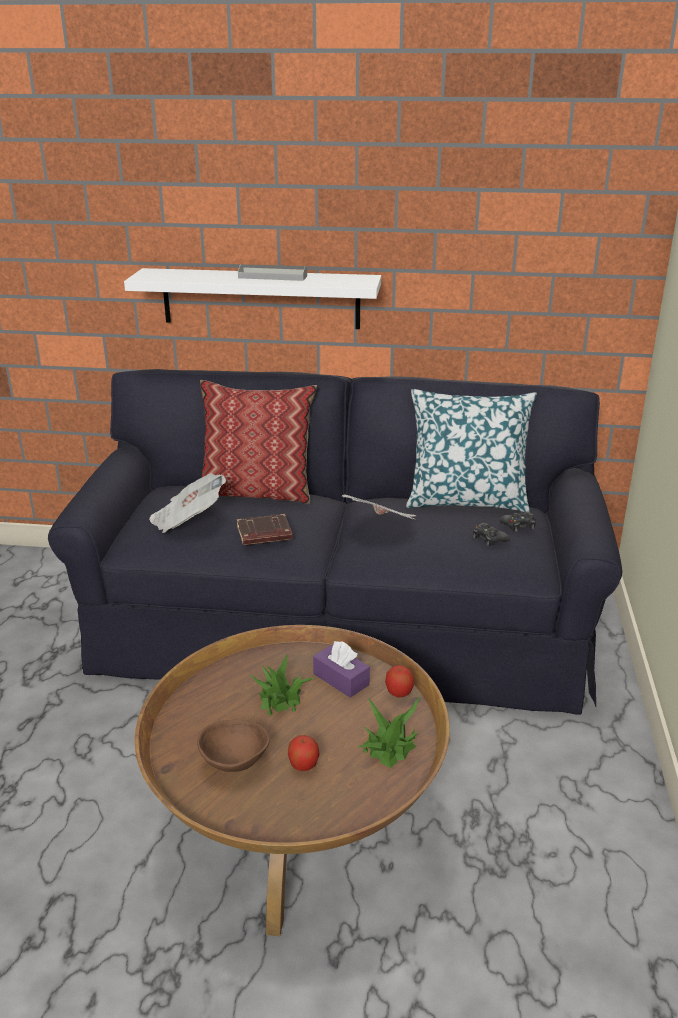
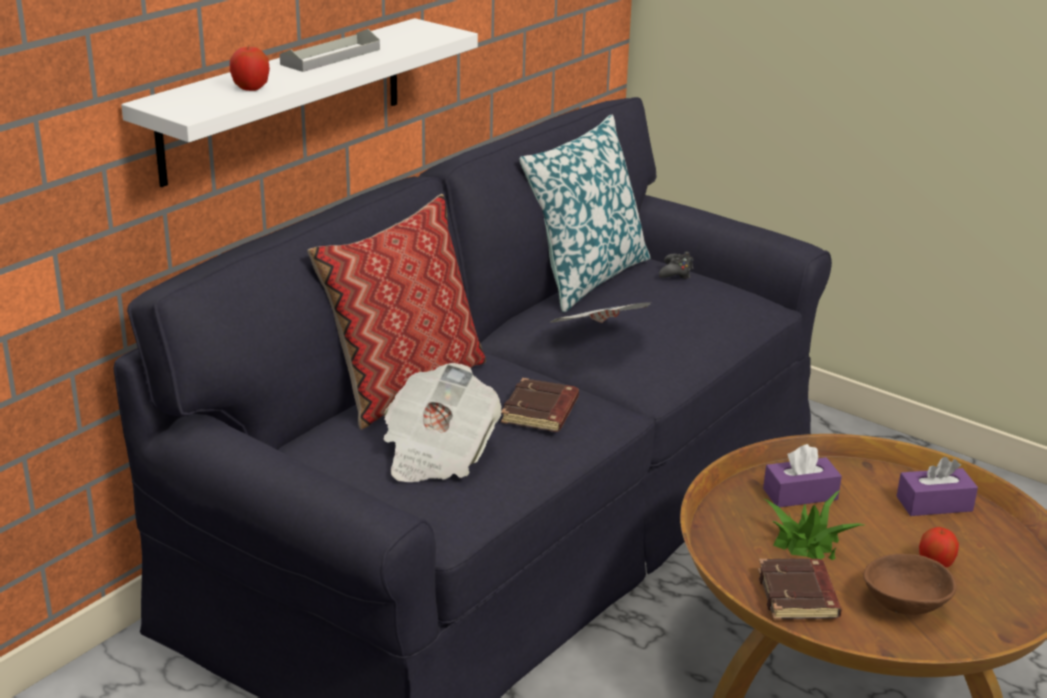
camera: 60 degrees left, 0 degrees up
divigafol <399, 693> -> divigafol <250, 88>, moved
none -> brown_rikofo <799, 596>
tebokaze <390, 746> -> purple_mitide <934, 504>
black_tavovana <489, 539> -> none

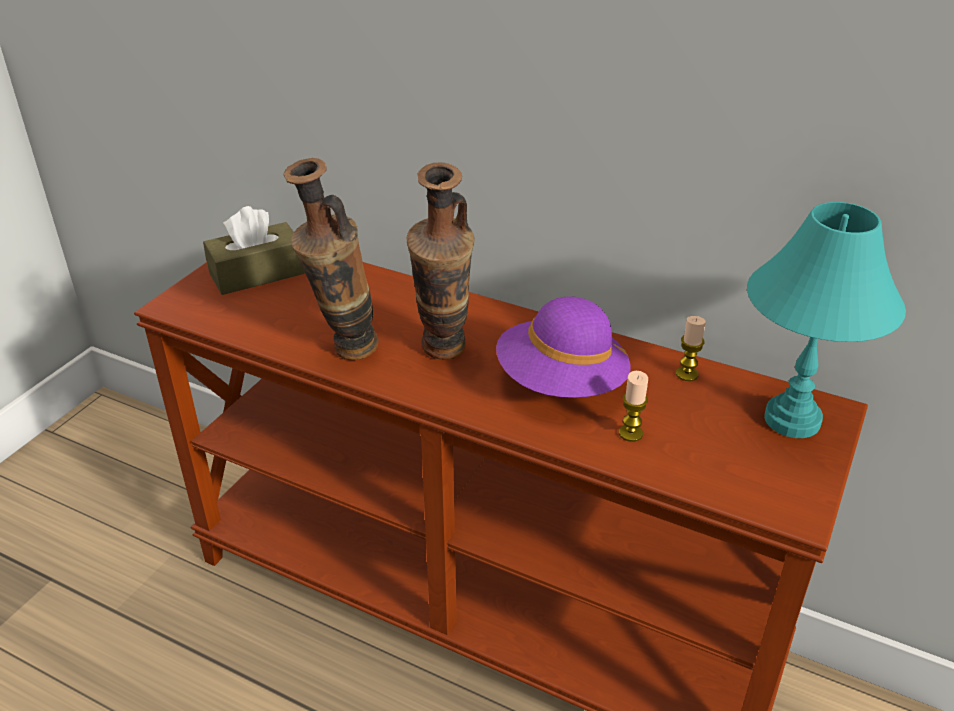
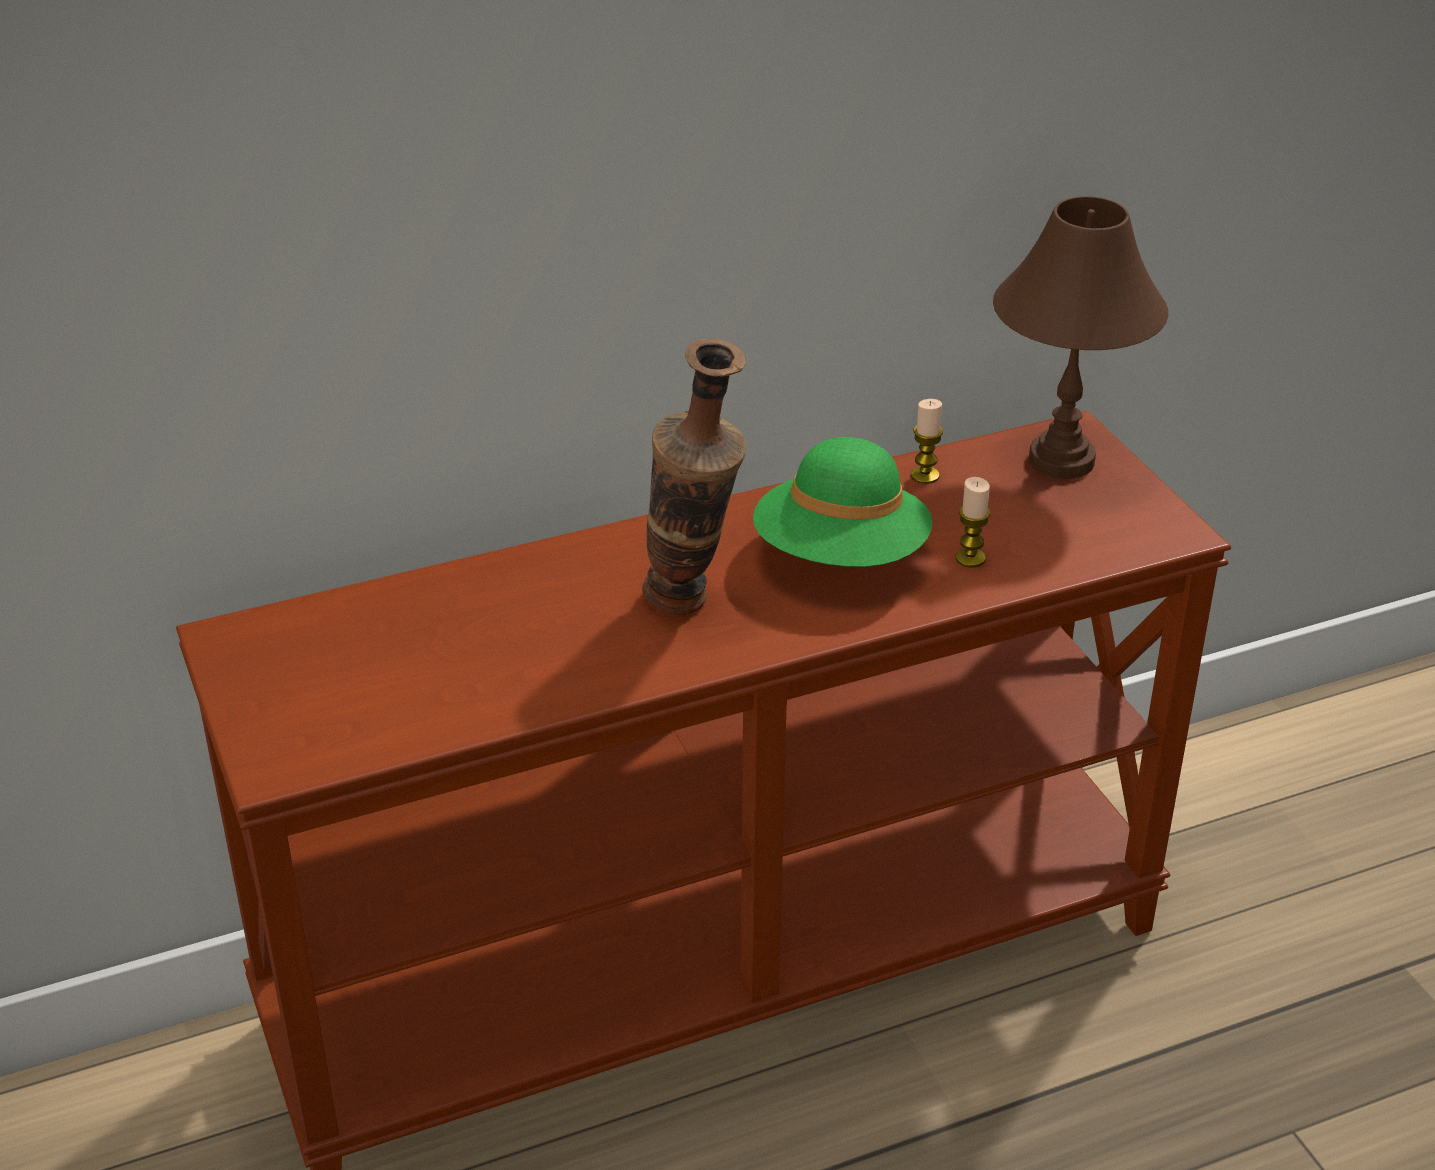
camera: 50 degrees left, 0 degrees up
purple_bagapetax <561, 383> -> green_bagapetax <841, 556>
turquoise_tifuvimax <791, 420> -> brown_tifuvimax <1061, 461>
brown_mitide <257, 273> -> none
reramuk <343, 354> -> none

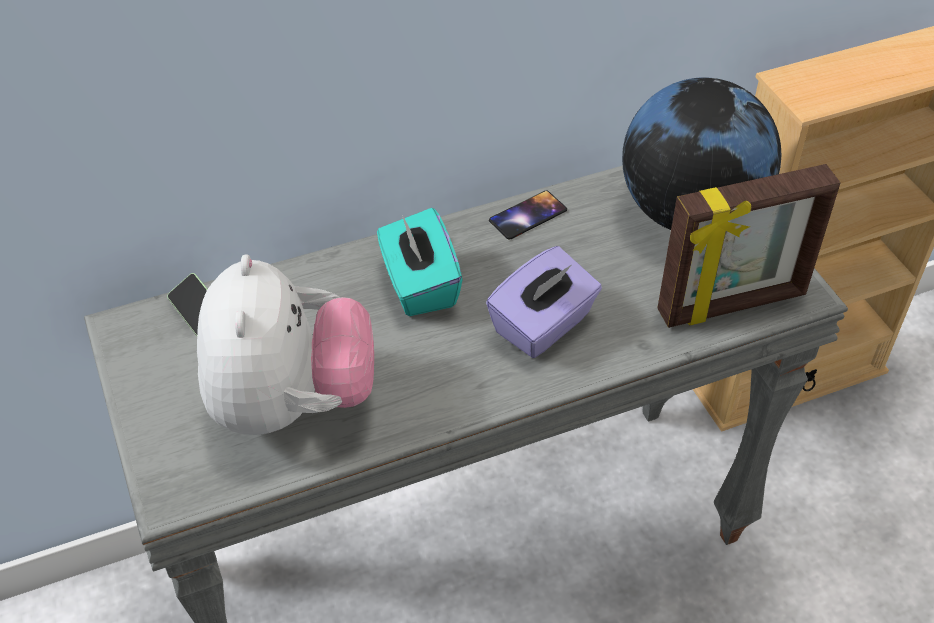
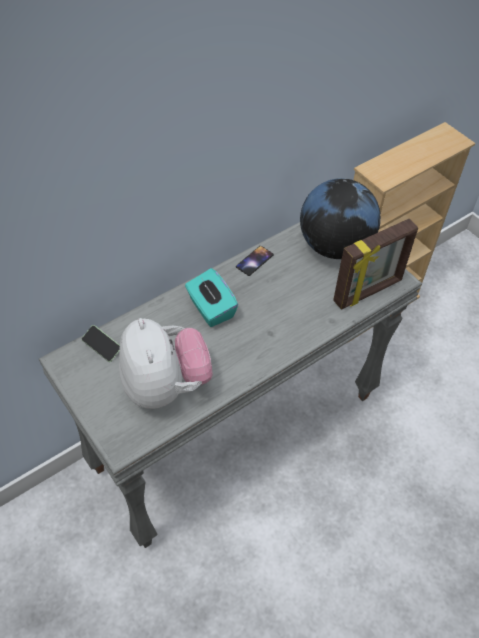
camera: 15 degrees left, 5 degrees up
purple_mitide <543, 325> -> none

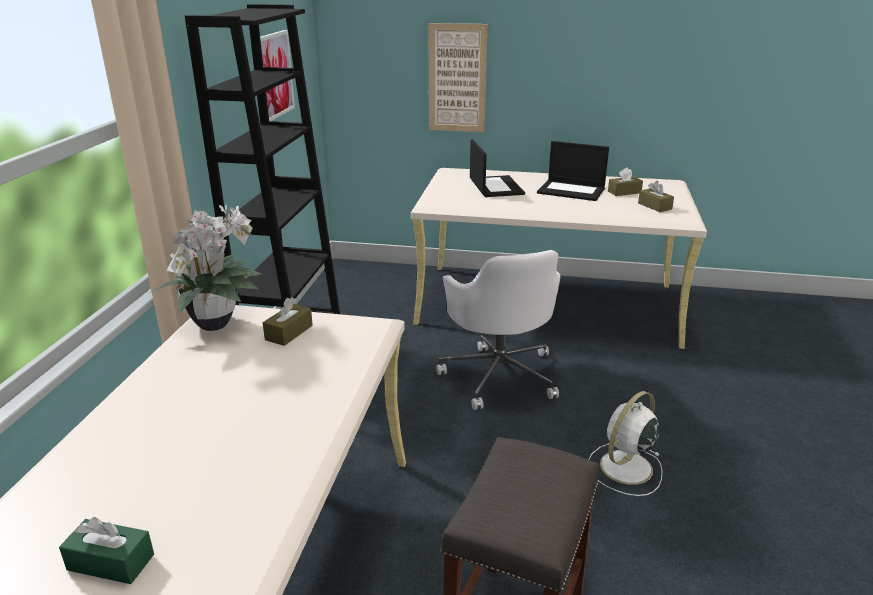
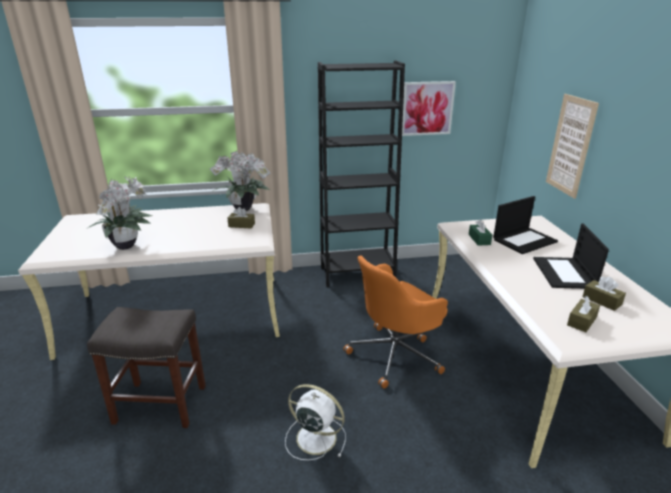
camera: 70 degrees right, 0 degrees up
none -> tebokaze <128, 245>
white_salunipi <499, 374> -> orange_salunipi <395, 354>
green_mitide <111, 562> -> green_mitide <479, 239>, moved

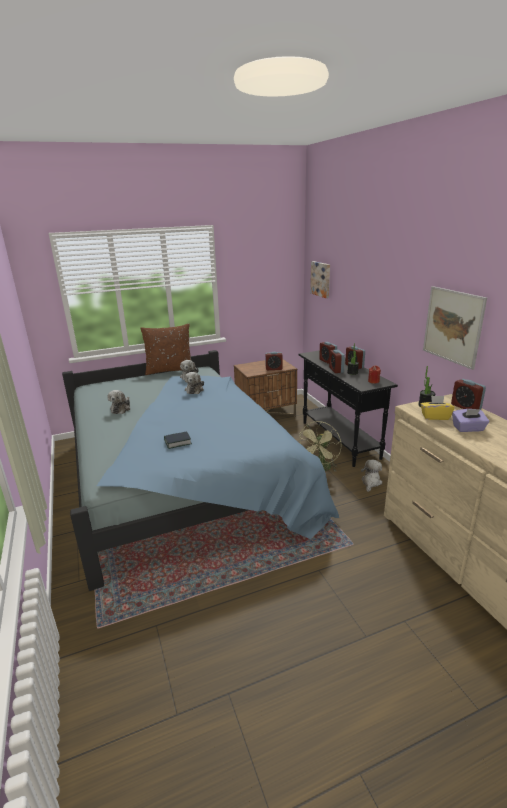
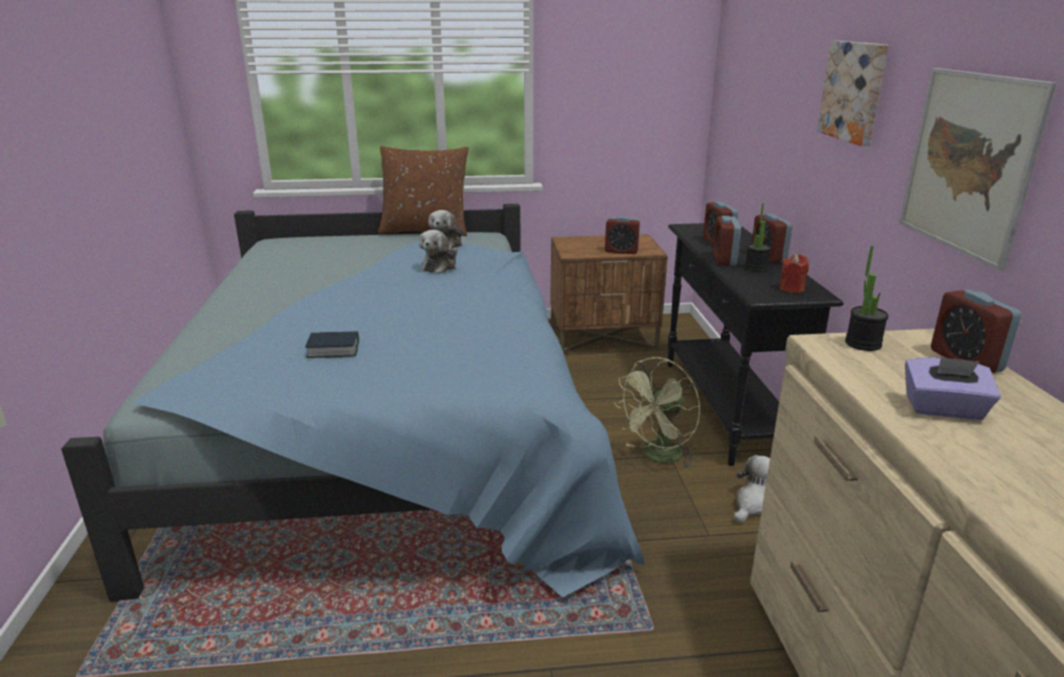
camera: 15 degrees right, 0 degrees up
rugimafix <321, 279> -> rugimafix <855, 91>, moved
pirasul <121, 408> -> none
yellow_mitide <435, 417> -> none

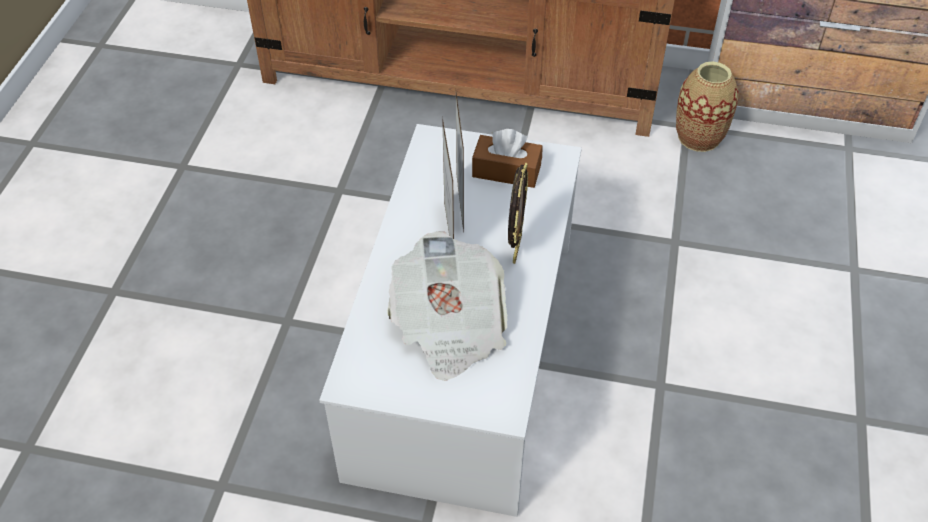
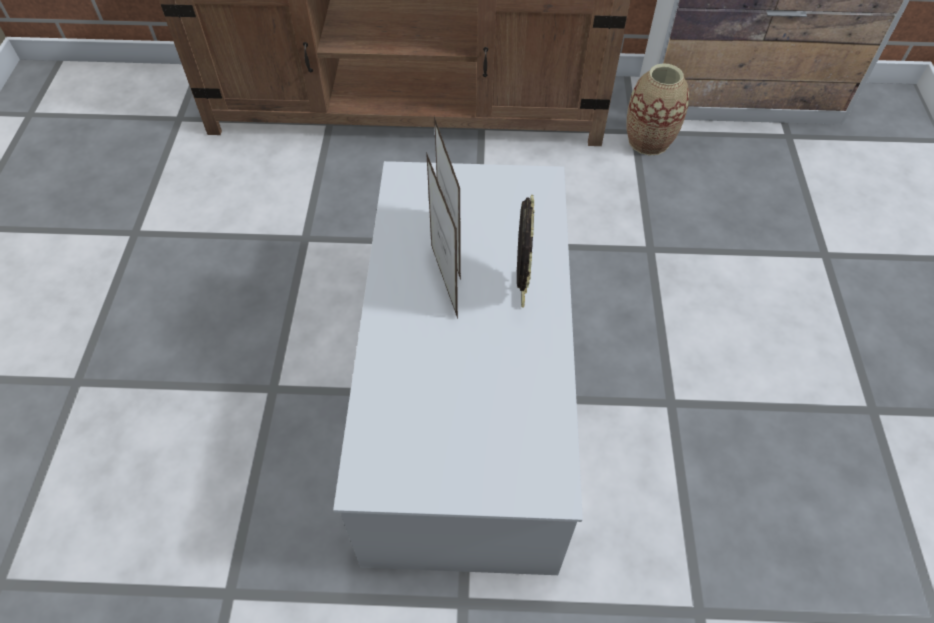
camera: 10 degrees left, 5 degrees up
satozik <449, 327> -> none
brown_mitide <506, 171> -> none

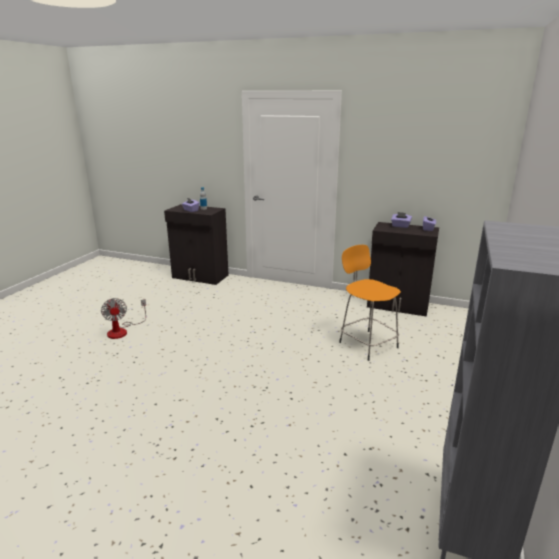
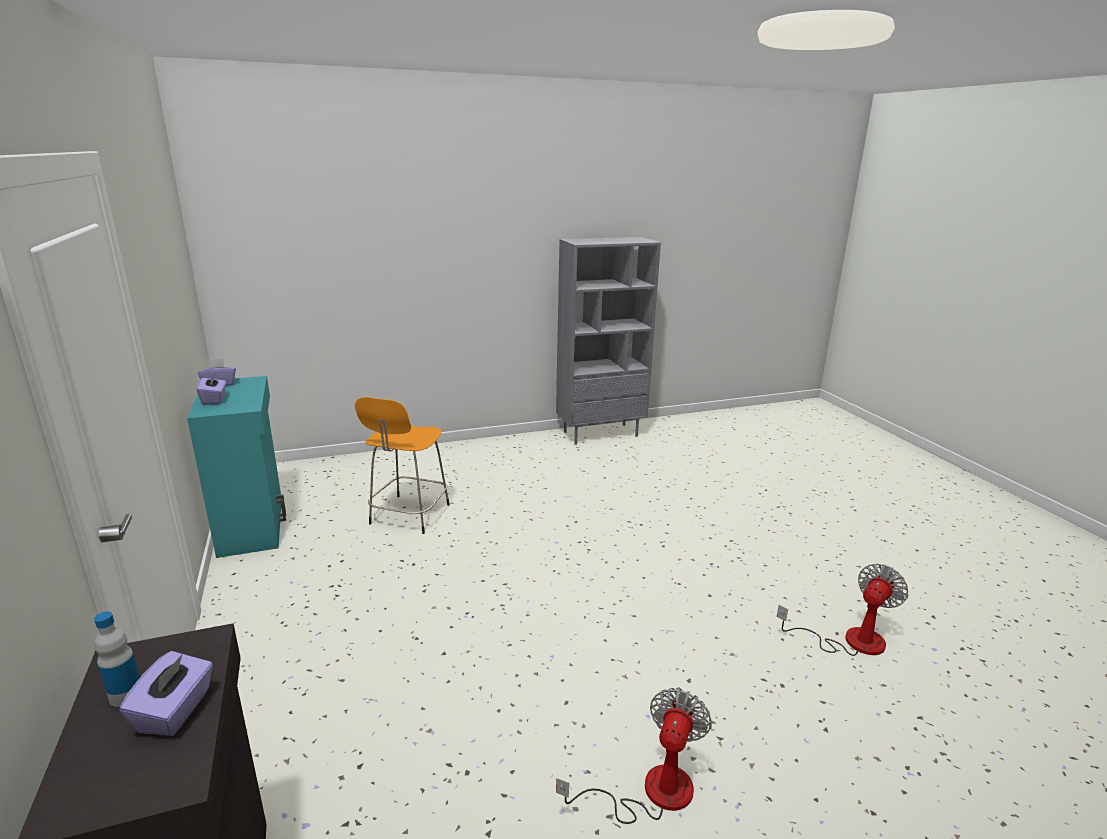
camera: 130 degrees left, 0 degrees up
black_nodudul <398, 306> -> turquoise_nodudul <253, 525>
none -> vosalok <849, 641>

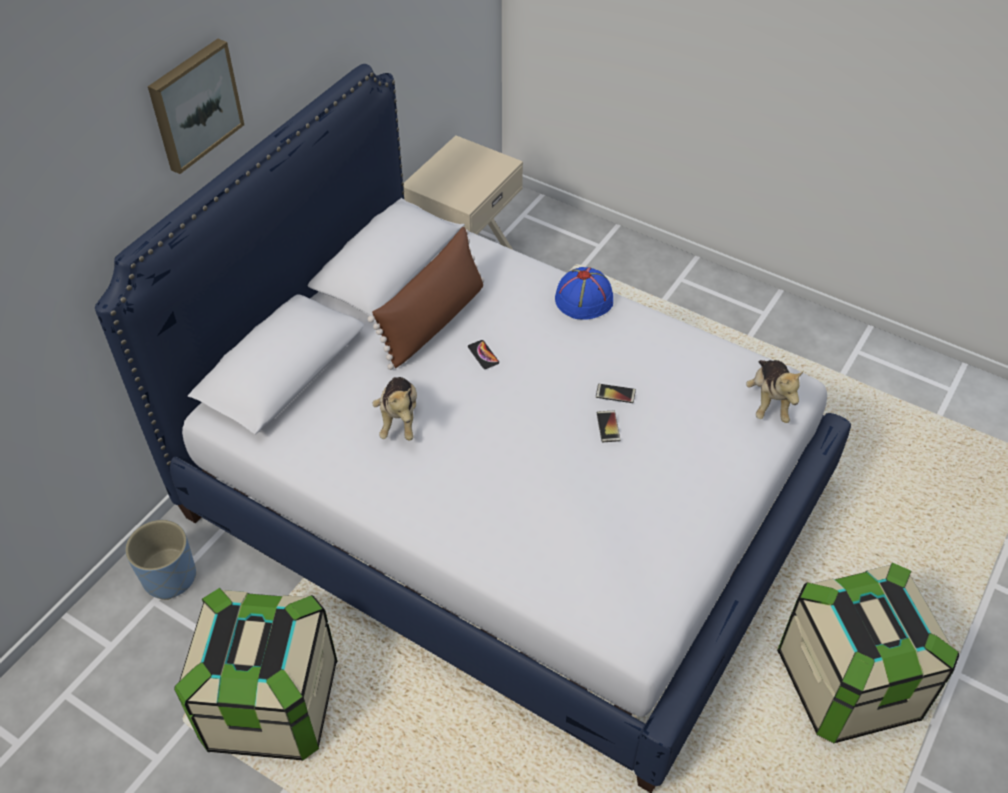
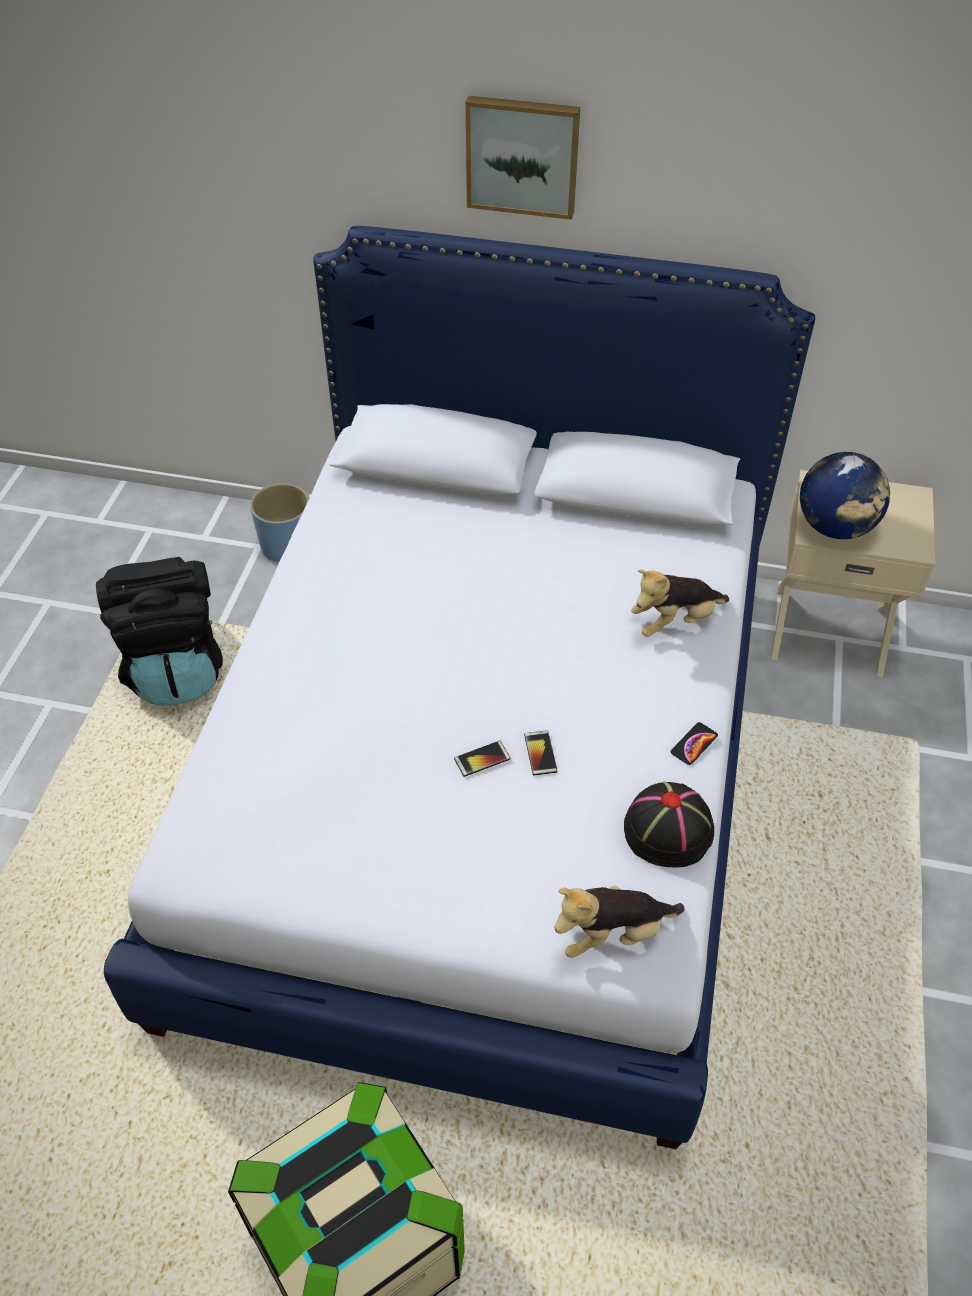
camera: 70 degrees right, 0 degrees up
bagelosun <271, 703> -> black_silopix <176, 667>
none -> black_bagapetax <669, 830>
pirasul <399, 419> -> pirasul <675, 621>, moved
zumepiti <483, 355> -> zumepiti <694, 744>, moved
none -> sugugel <835, 527>
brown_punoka <433, 321> -> none
blue_bagapetax <584, 299> -> none

